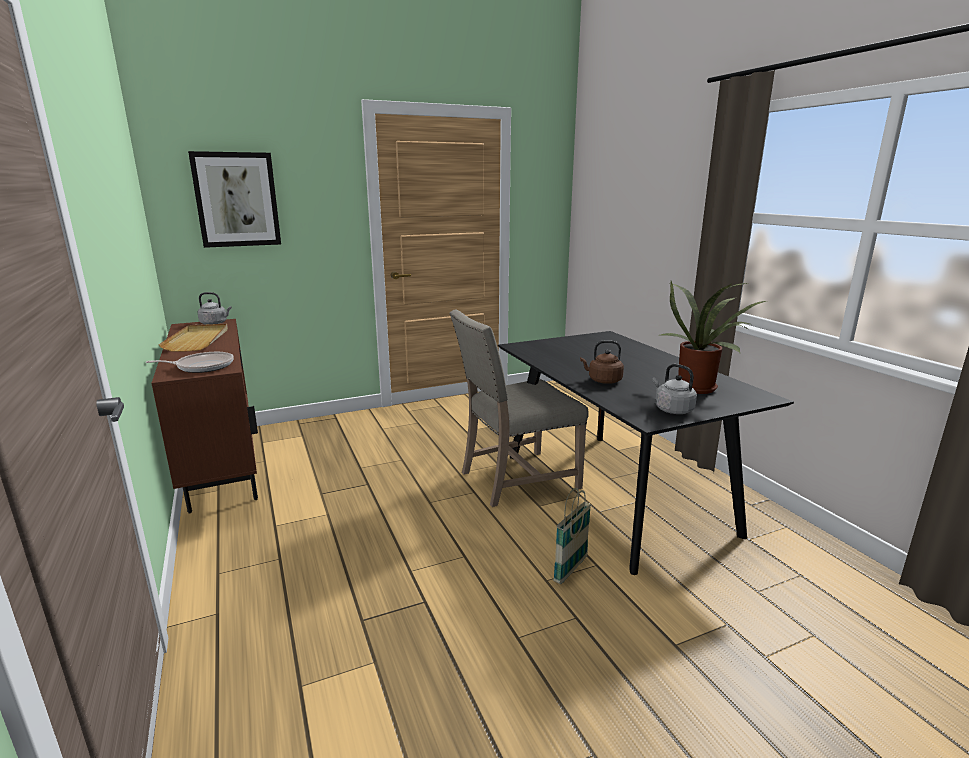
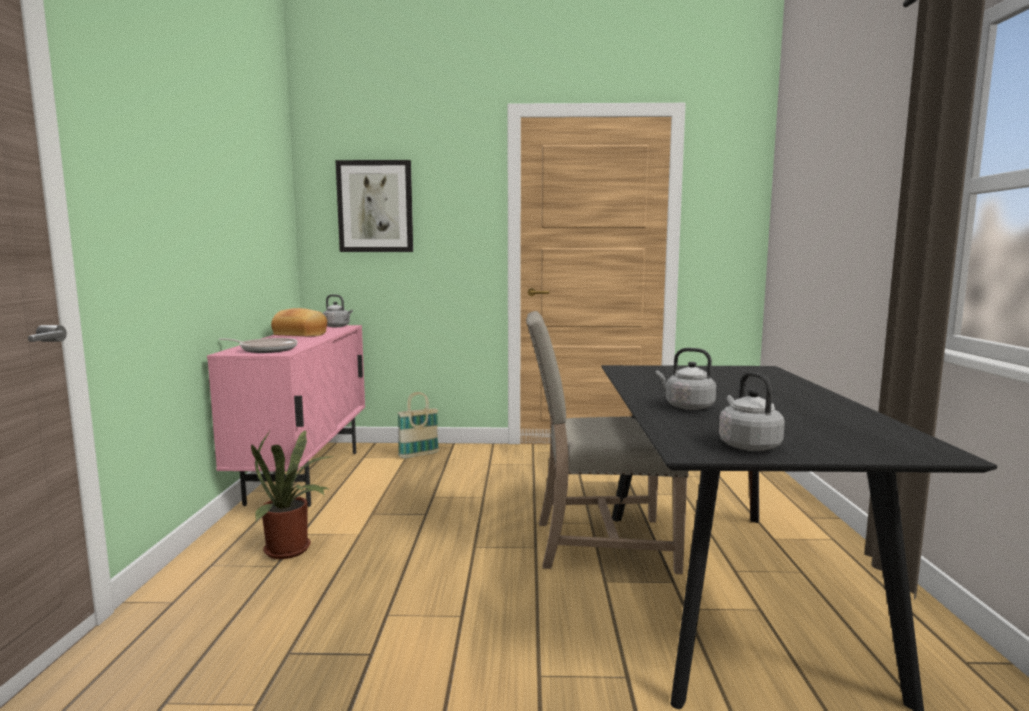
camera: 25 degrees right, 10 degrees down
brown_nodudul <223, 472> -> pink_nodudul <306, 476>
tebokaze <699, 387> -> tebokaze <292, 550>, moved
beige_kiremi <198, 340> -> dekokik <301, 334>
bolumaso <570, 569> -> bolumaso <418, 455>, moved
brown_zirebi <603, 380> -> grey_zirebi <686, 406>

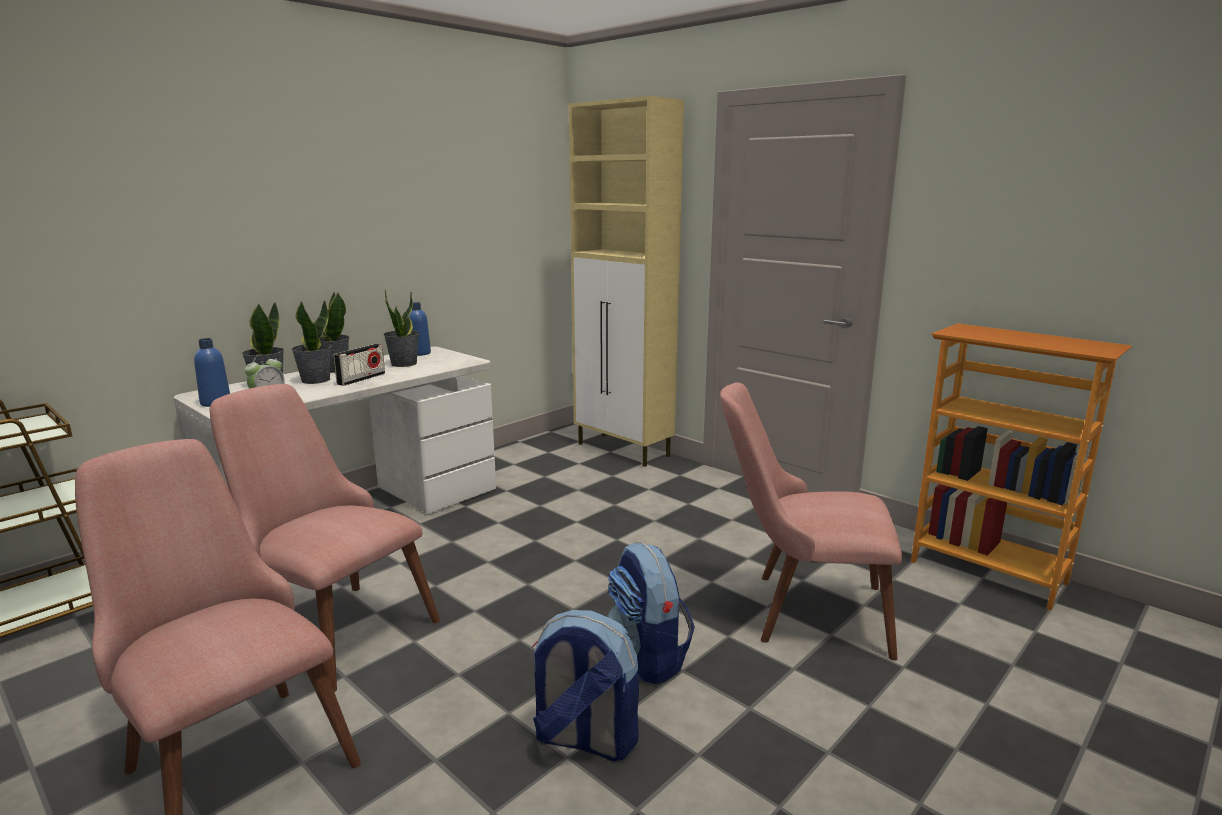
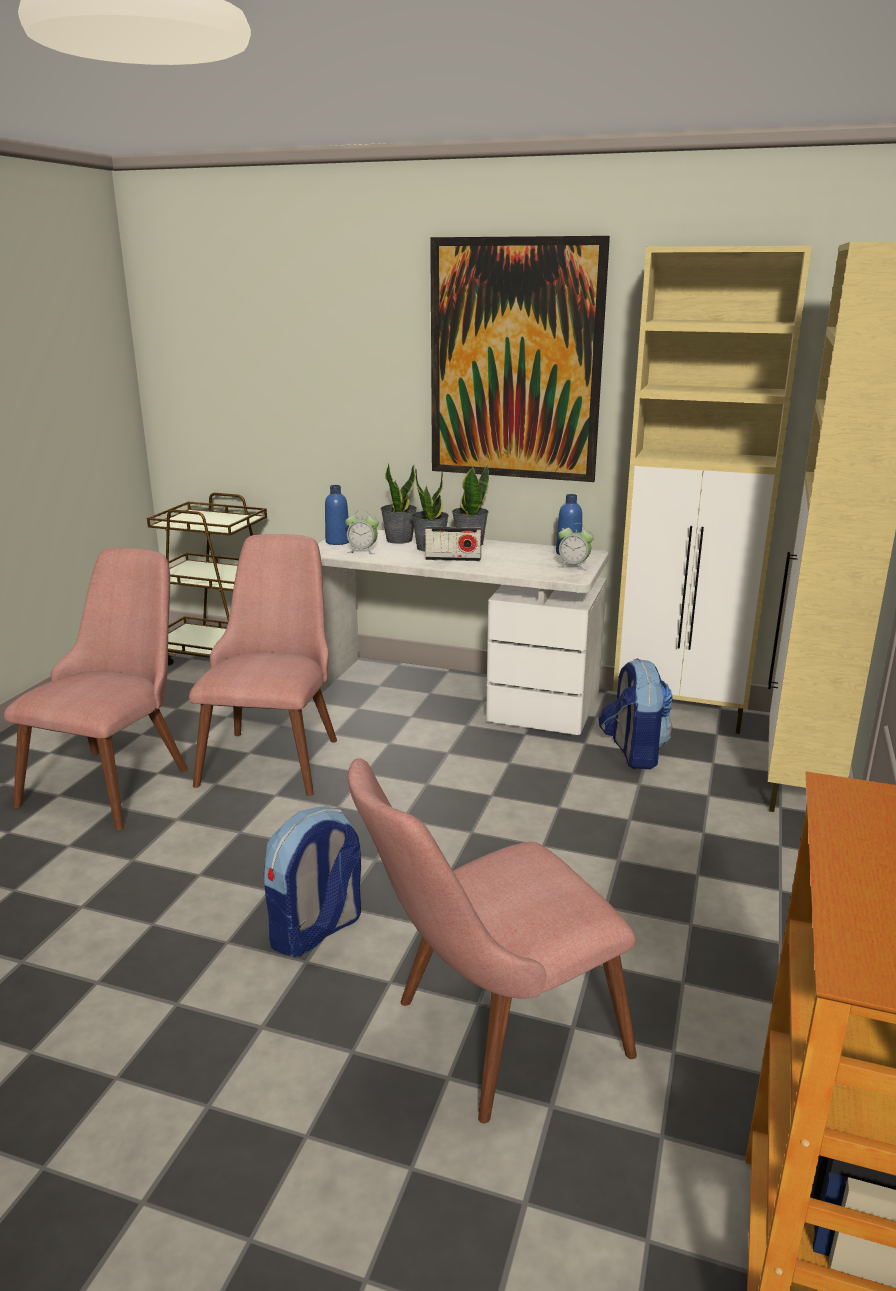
camera: 65 degrees right, 5 degrees up
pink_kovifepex <800, 611> -> pink_kovifepex <487, 1037>, 105 degrees counterclockwise
none -> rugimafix <515, 361>
none -> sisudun <574, 566>
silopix <584, 739> -> silopix <633, 752>, moved
none -> beige_nodudul <680, 714>
tebokaze <404, 364> -> none

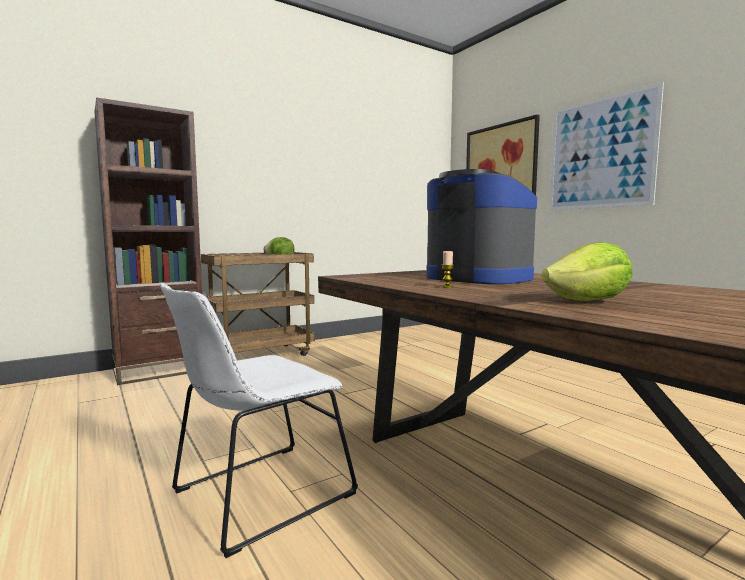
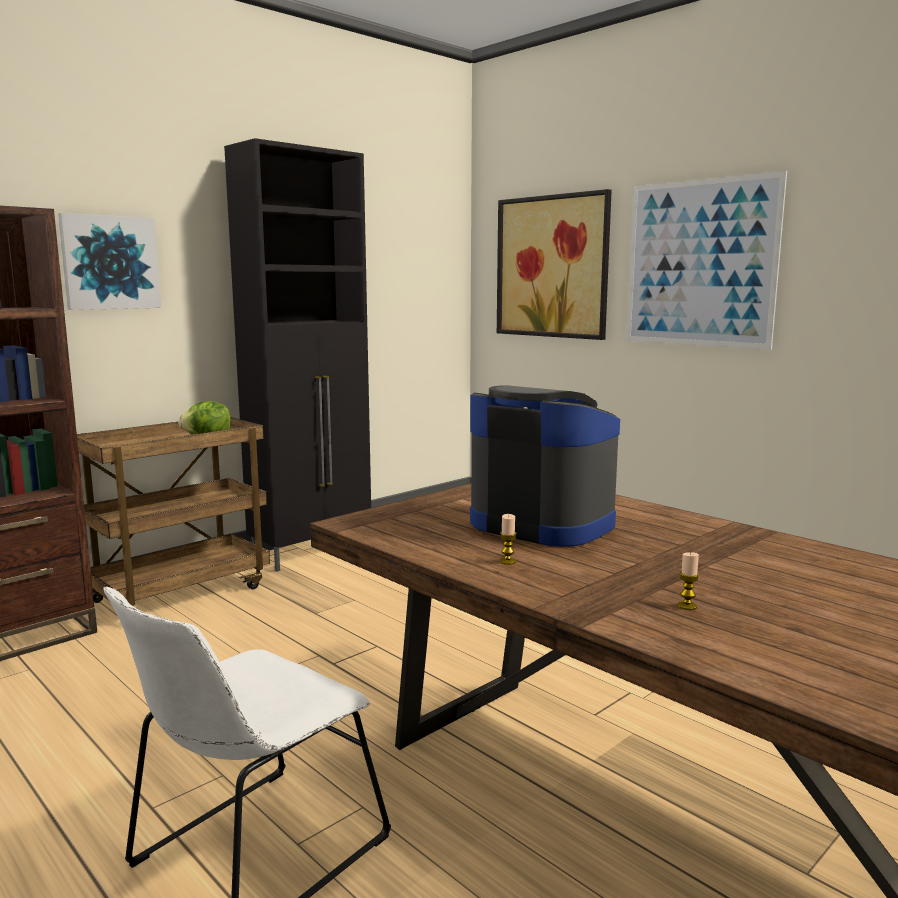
camera: 10 degrees left, 5 degrees up
none -> rugimafix <110, 262>
none -> black_nodudul <313, 552>
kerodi <588, 301> -> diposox <687, 606>

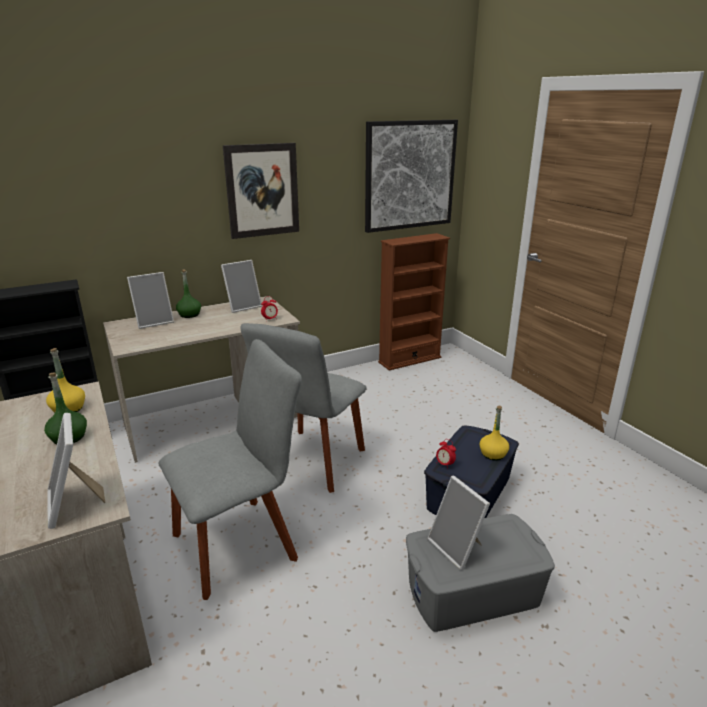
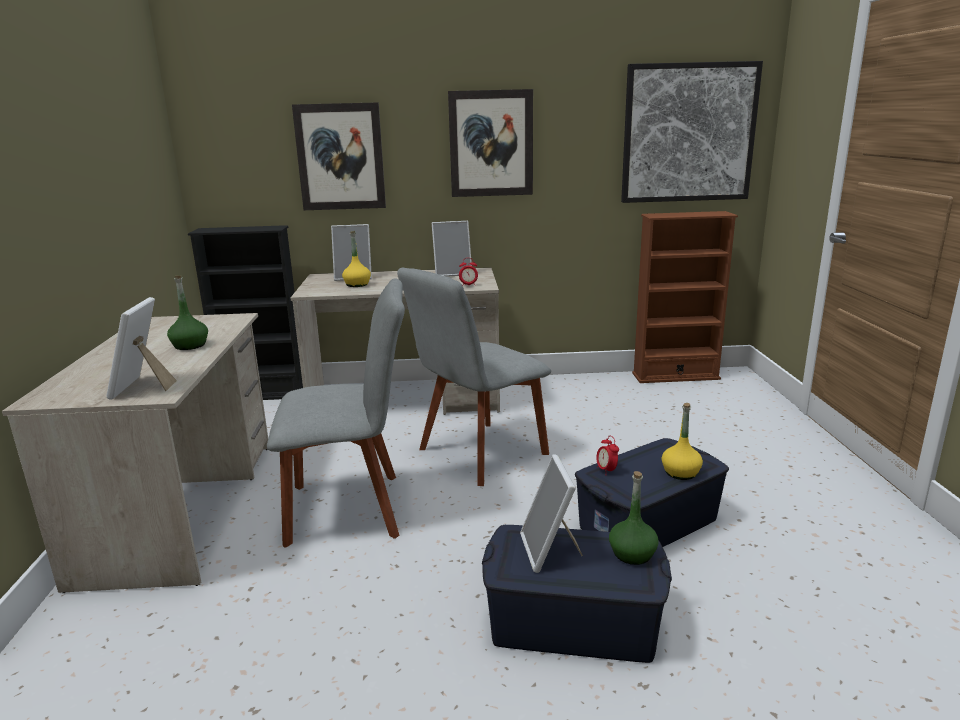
camera: 25 degrees right, 5 degrees down
none -> rugimafix <340, 157>
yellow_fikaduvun <68, 409> -> yellow_fikaduvun <357, 284>, moved
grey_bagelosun <473, 593> -> blue_bagelosun <573, 623>
green_fikaduvun <189, 314> -> green_fikaduvun <632, 554>, moved

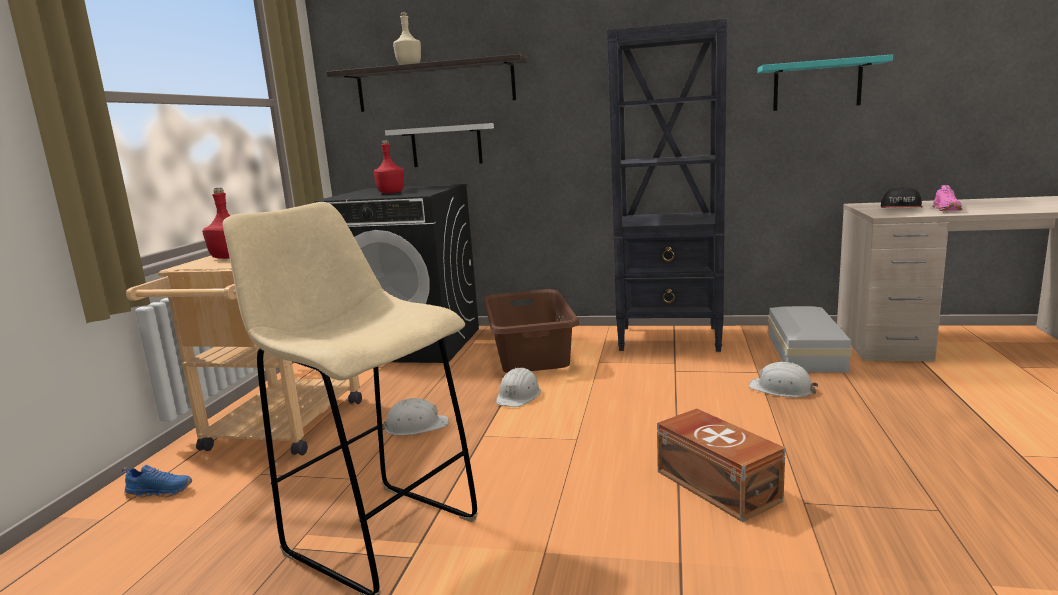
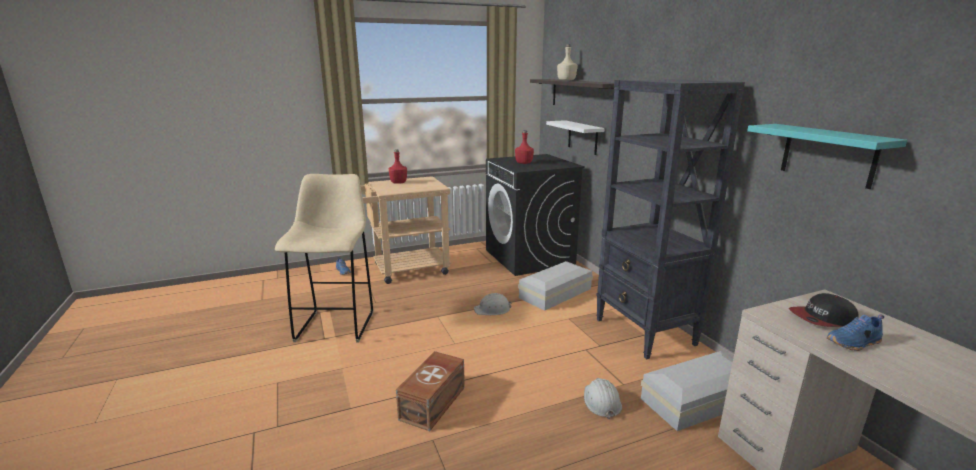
camera: 55 degrees right, 5 degrees up
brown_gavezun <531, 353> -> white_bagelosun <557, 293>
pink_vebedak <947, 209> -> blue_vebedak <854, 343>
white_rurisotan <416, 426> -> none

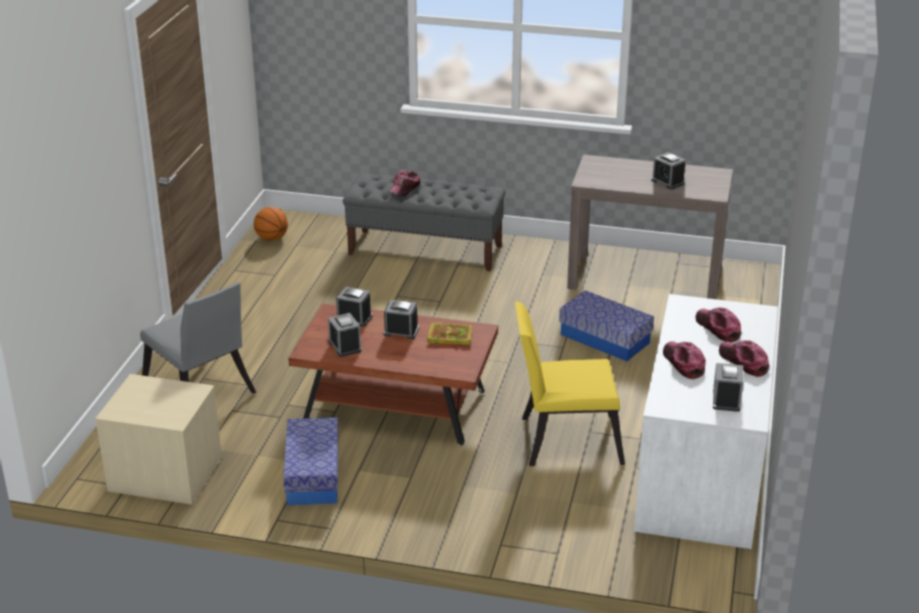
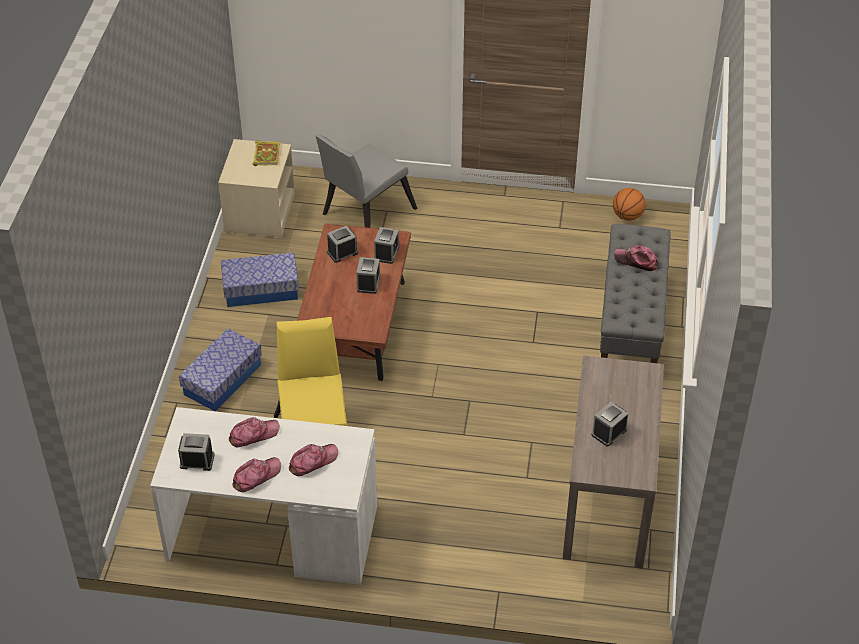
camera: 85 degrees right, 15 degrees up
bagelosun <605, 339> -> bagelosun <222, 380>, moved
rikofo <448, 337> -> rikofo <266, 154>, moved

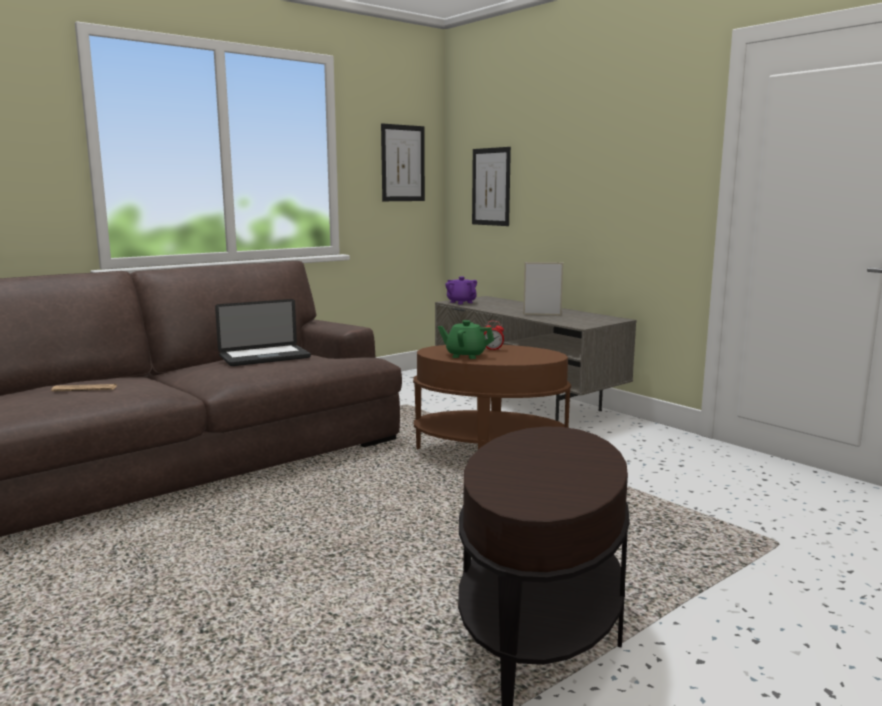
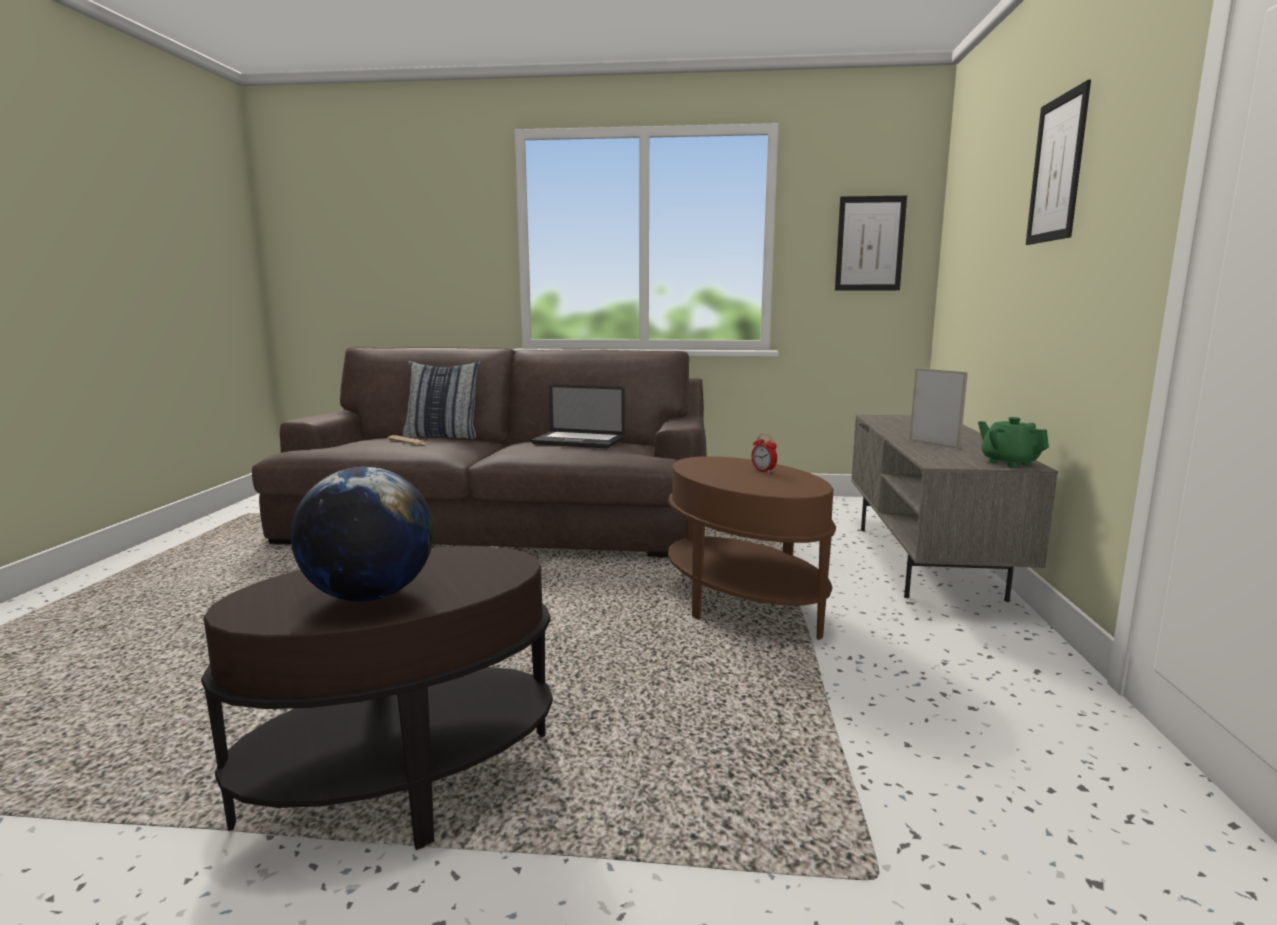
camera: 45 degrees right, 0 degrees up
none -> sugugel <370, 596>
none -> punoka <442, 436>
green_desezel <465, 355> -> green_desezel <1009, 462>, moved
rugimafix <491, 187> -> rugimafix <1057, 169>, moved
purple_desezel <461, 302> -> none

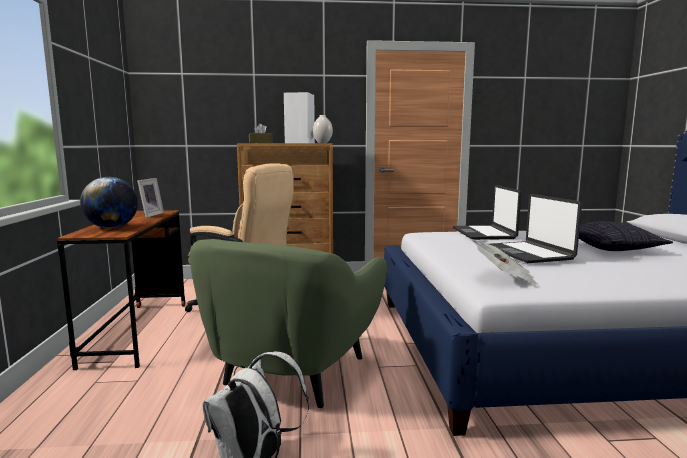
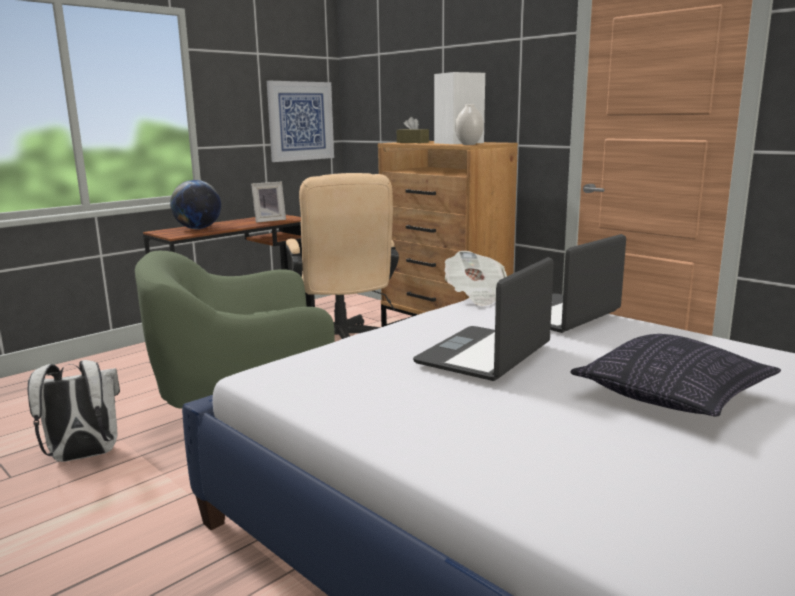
camera: 50 degrees right, 5 degrees up
none -> rugimafix <300, 121>
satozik <504, 279> -> satozik <477, 296>, moved

